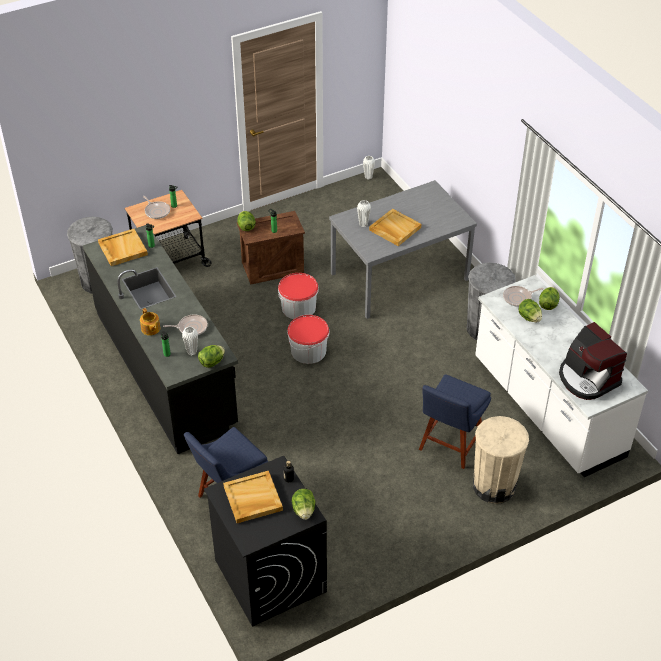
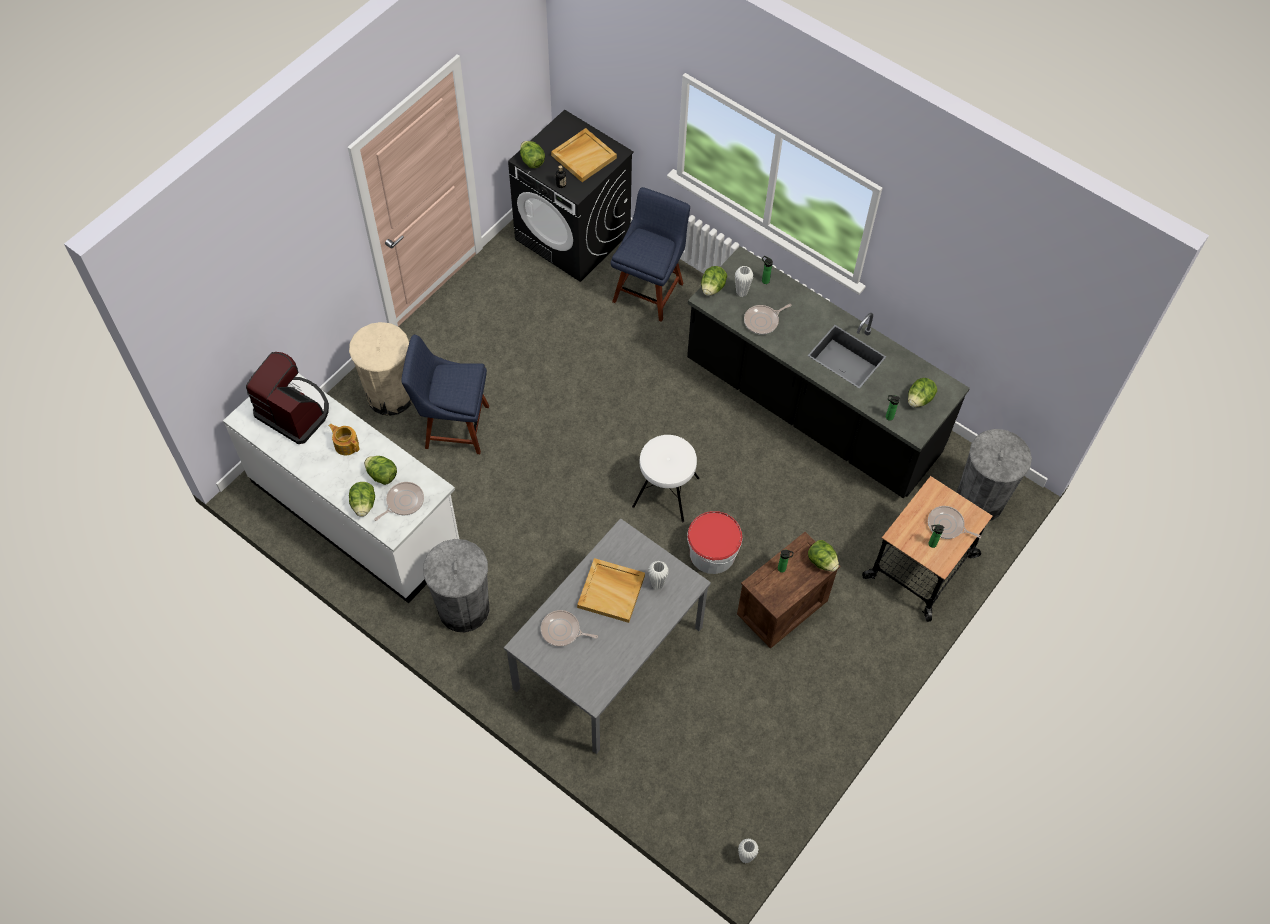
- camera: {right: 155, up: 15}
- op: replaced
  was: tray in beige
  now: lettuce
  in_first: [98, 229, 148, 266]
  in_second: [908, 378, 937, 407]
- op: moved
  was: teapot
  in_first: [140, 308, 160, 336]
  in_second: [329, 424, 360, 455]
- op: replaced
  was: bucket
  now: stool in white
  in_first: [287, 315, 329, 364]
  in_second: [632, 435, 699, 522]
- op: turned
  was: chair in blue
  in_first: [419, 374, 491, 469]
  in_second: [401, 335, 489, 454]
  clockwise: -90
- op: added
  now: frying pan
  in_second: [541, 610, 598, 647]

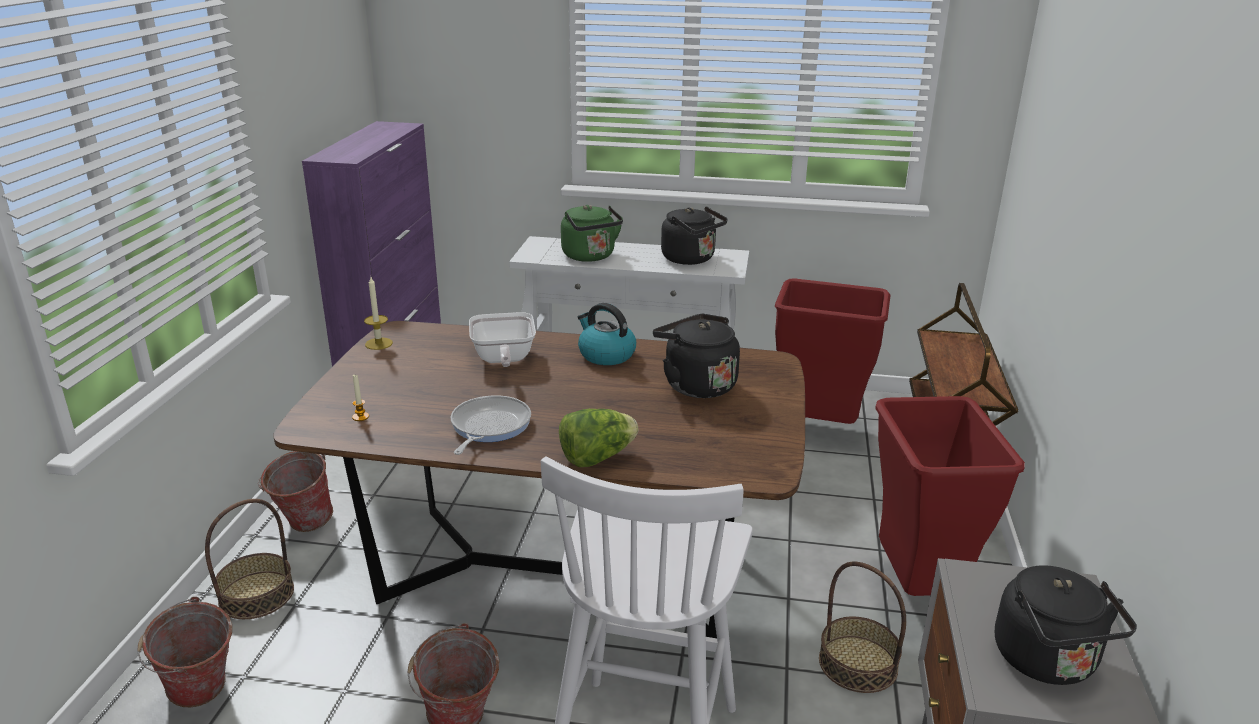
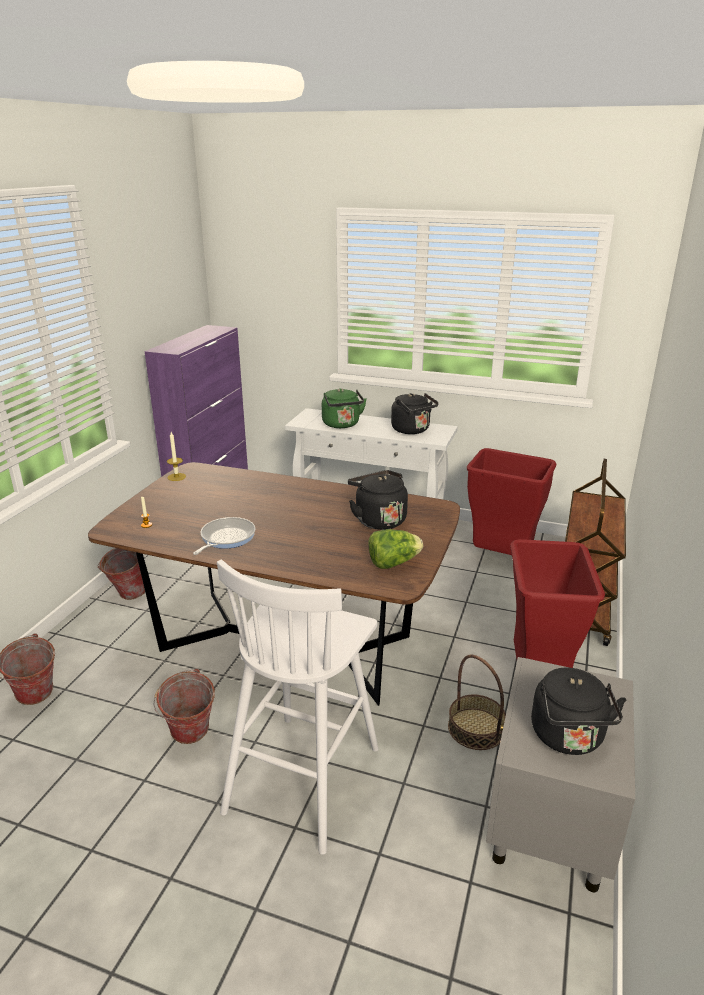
- camera: {right: 10, up: 0}
- op: removed
  was: kettle
  in_first: [578, 303, 636, 365]
- op: removed
  was: frying pan
  in_first: [469, 312, 536, 367]
- op: moved
  was: lettuce
  in_first: [559, 409, 638, 467]
  in_second: [368, 529, 423, 569]
- op: removed
  was: basket
  in_first: [205, 499, 294, 619]

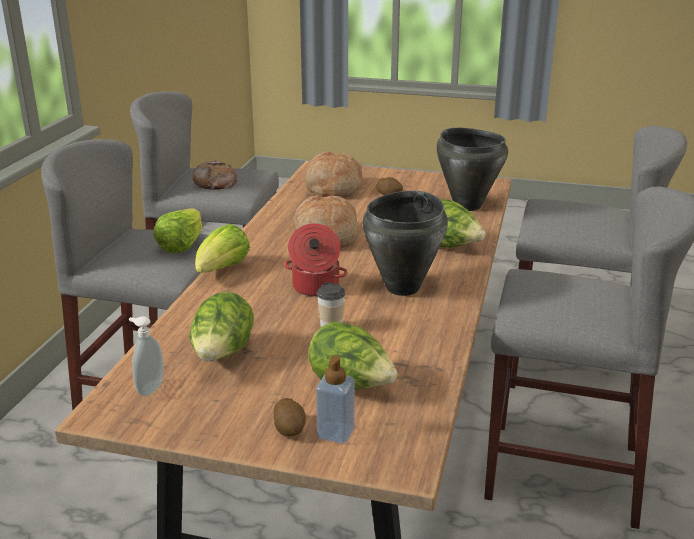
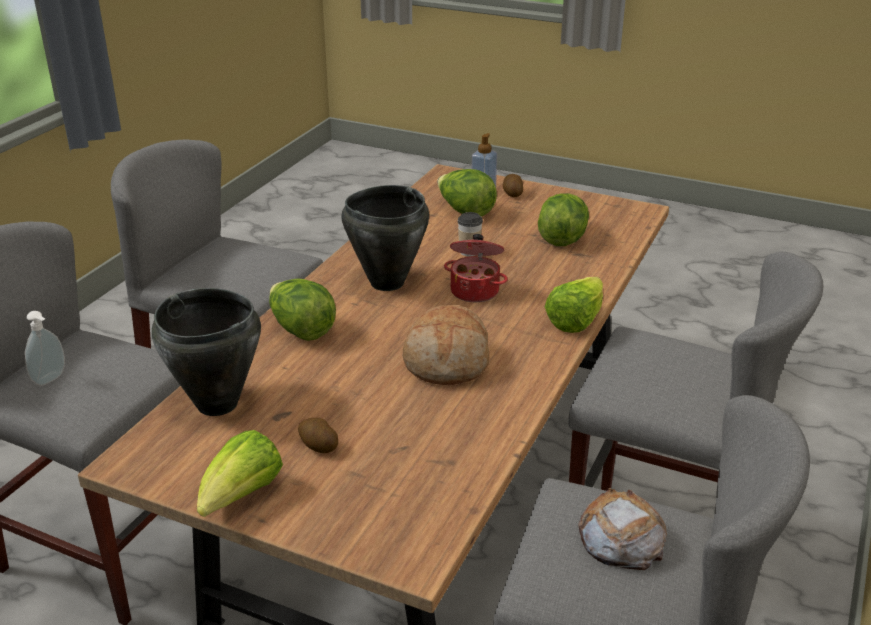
- camera: {right: -170, up: 5}
- op: removed
  was: bread
  in_first: [305, 151, 362, 198]
- op: moved
  was: lettuce
  in_first: [153, 208, 202, 254]
  in_second: [197, 430, 283, 517]
- op: moved
  was: soap dispenser
  in_first: [129, 316, 164, 396]
  in_second: [25, 311, 65, 386]

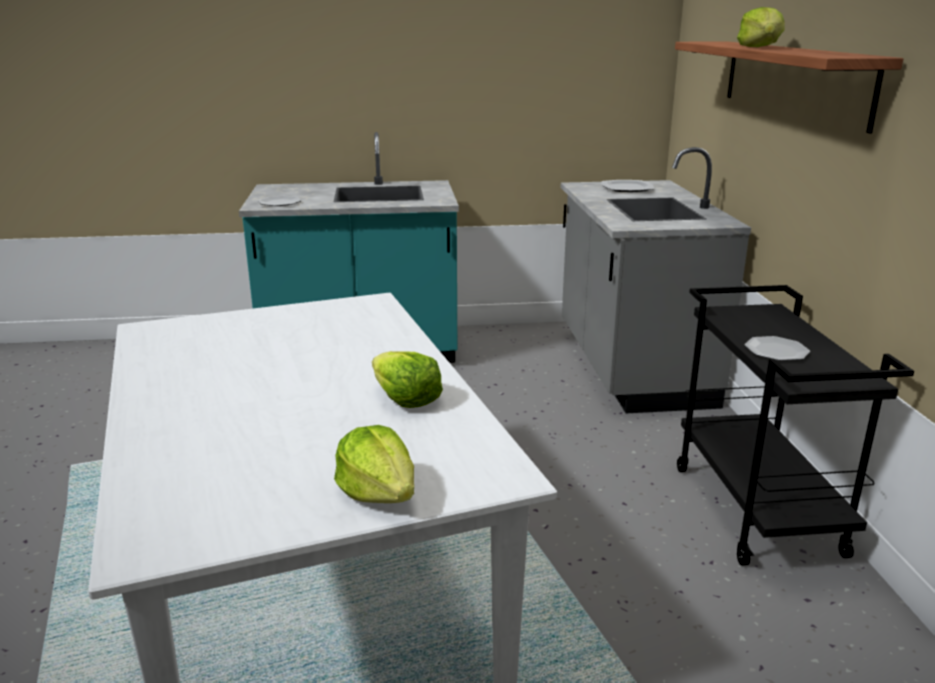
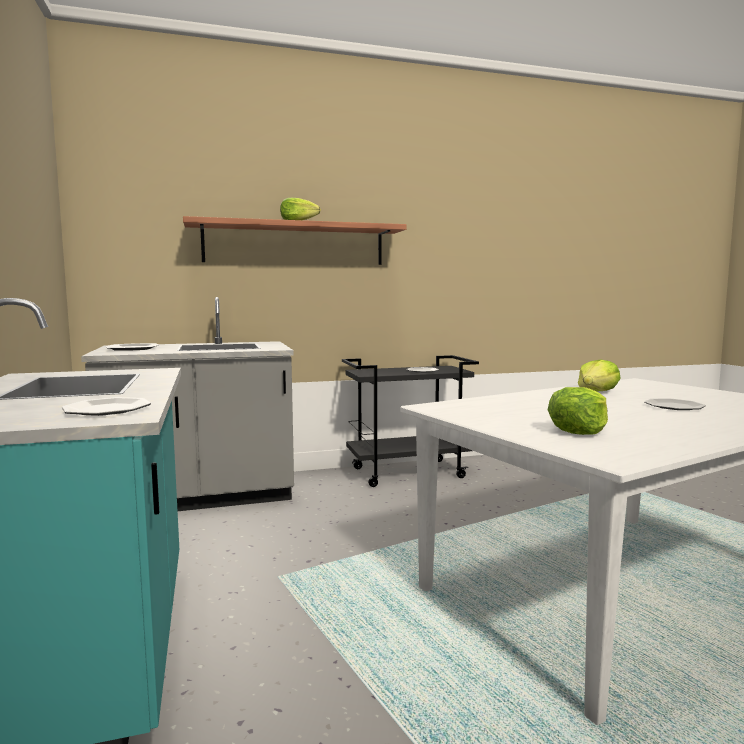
- camera: {right: -100, up: -15}
- op: moved
  was: lettuce
  in_first: [334, 425, 414, 503]
  in_second: [548, 387, 608, 435]
- op: added
  now: plate
  in_second: [644, 399, 706, 410]

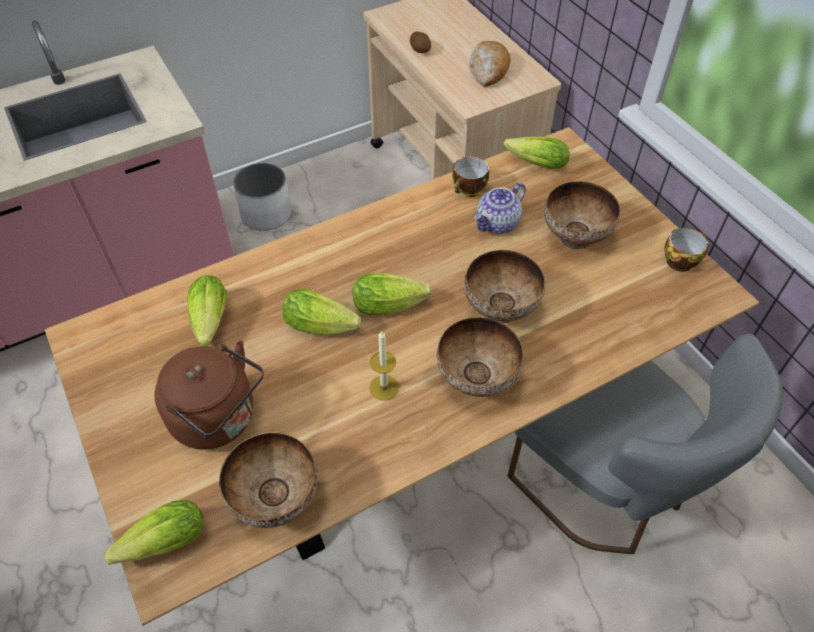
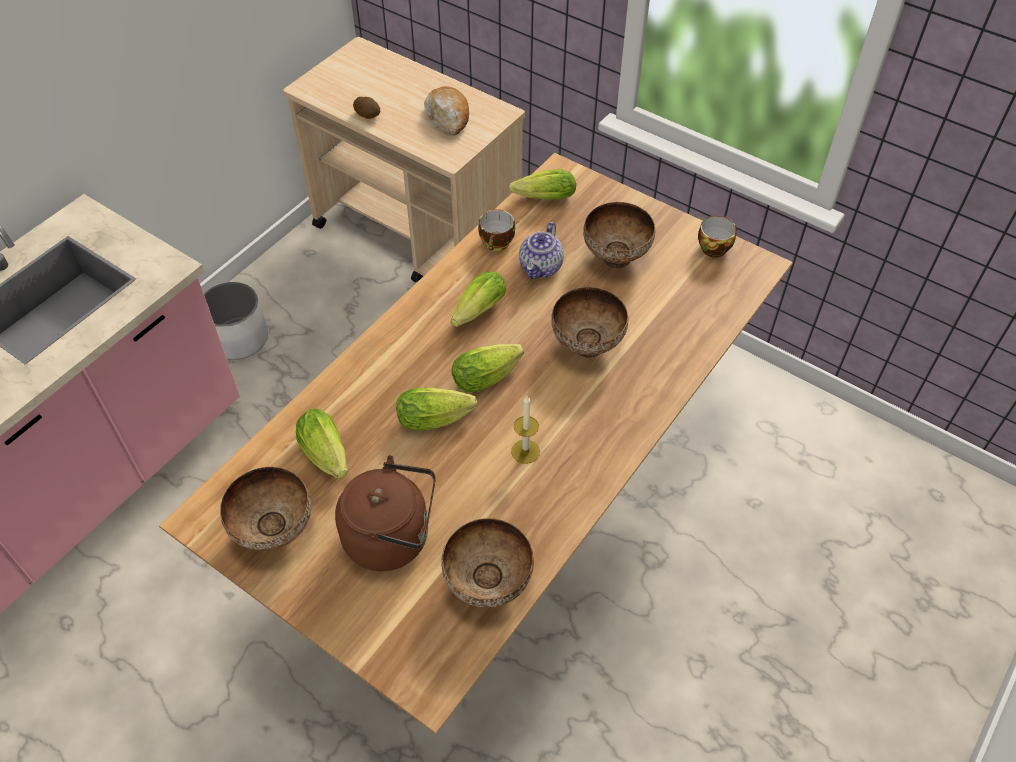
- camera: {right: -25, up: 0}
- op: moved
  was: bowl
  in_first: [436, 317, 524, 397]
  in_second: [220, 467, 311, 551]
- op: removed
  was: chair in grey
  in_first: [507, 334, 783, 554]
- op: moved
  was: lettuce
  in_first: [104, 500, 204, 565]
  in_second: [451, 271, 506, 327]

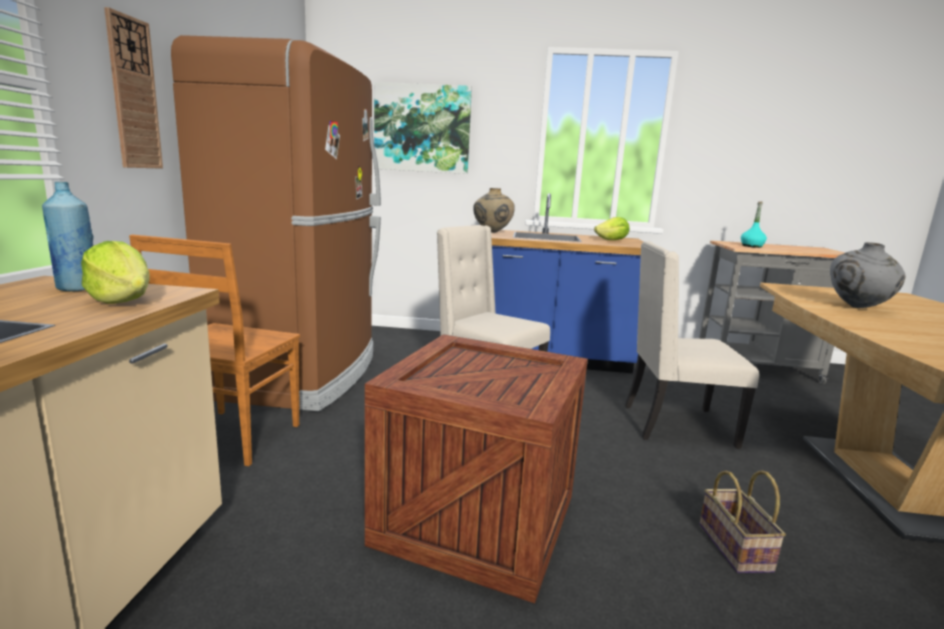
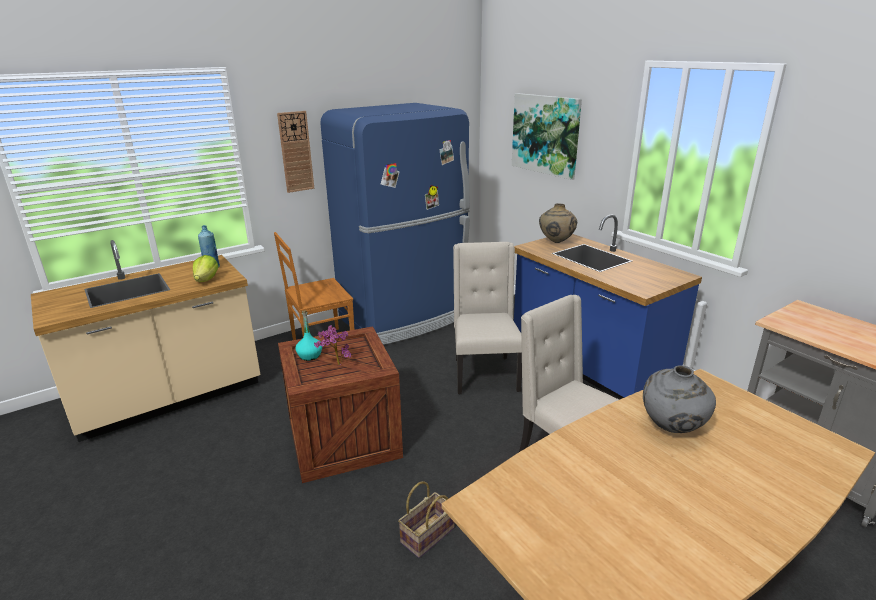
- camera: {right: 50, up: 10}
- op: recoloured
  was: fridge in brown
  now: fridge in blue
  in_first: [171, 35, 381, 411]
  in_second: [320, 103, 470, 345]
- op: moved
  was: bottle in turquoise
  in_first: [741, 201, 767, 248]
  in_second: [295, 310, 322, 361]
- op: removed
  was: lettuce
  in_first: [594, 217, 629, 240]
- op: added
  now: potted plant
  in_second: [314, 325, 351, 365]

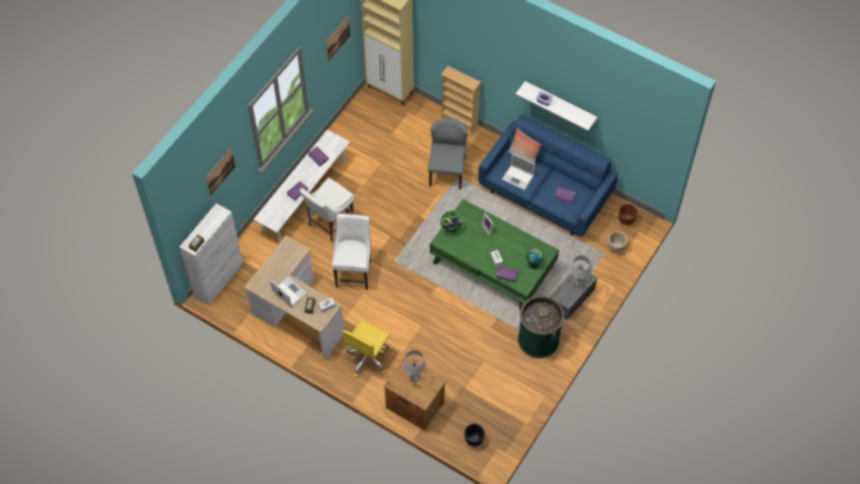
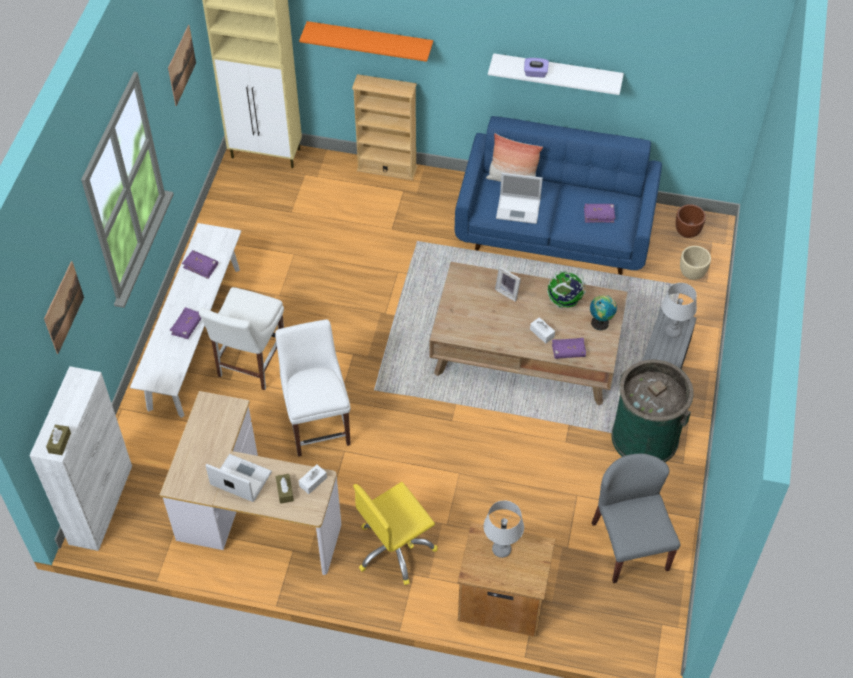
- camera: {right: -20, up: -5}
- op: moved
  was: chair in grey
  in_first: [428, 118, 468, 189]
  in_second: [592, 454, 680, 583]
- op: recoloured
  was: coffee table in green
  now: coffee table in brown
  in_first: [430, 199, 559, 310]
  in_second: [429, 262, 628, 405]
- op: moved
  was: globe
  in_first: [440, 210, 464, 233]
  in_second: [547, 271, 586, 308]
- op: turned
  was: office chair in yellow
  in_first: [342, 319, 391, 377]
  in_second: [353, 482, 438, 585]
  clockwise: 45
- op: removed
  was: planter in black
  in_first: [464, 423, 485, 447]
- op: added
  now: shelf in orange
  in_second: [299, 21, 433, 62]

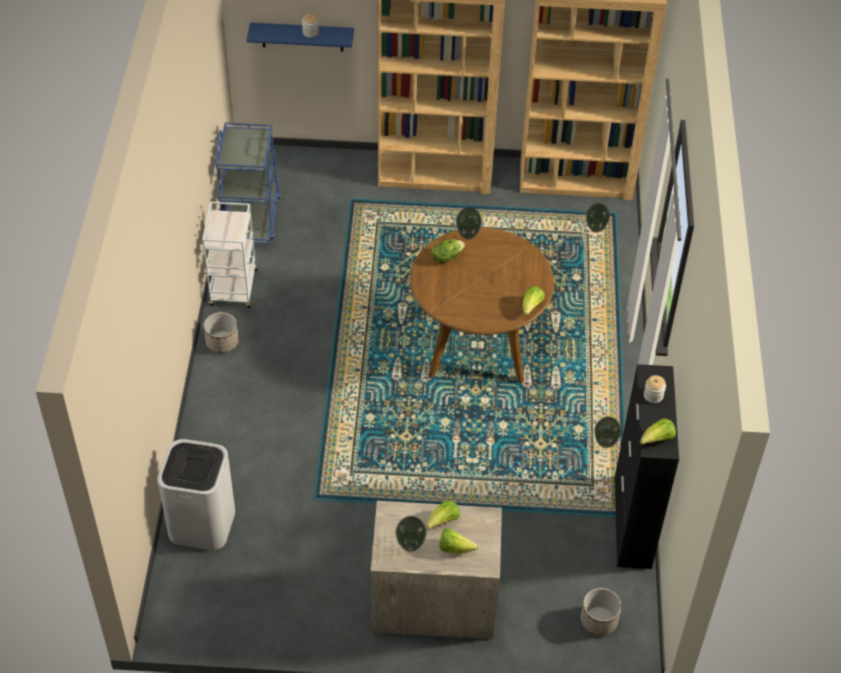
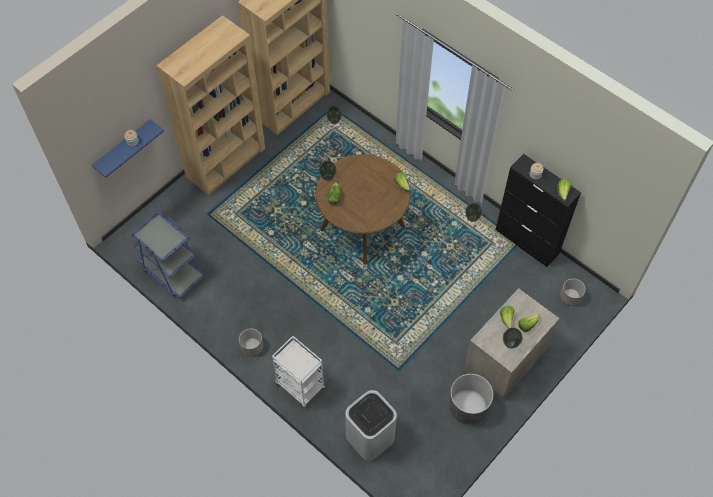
- camera: {right: -50, up: 10}
- op: moved
  was: cart in white
  in_first: [202, 202, 258, 308]
  in_second: [272, 336, 325, 408]
- op: added
  now: planter in grey
  in_second: [449, 374, 493, 424]

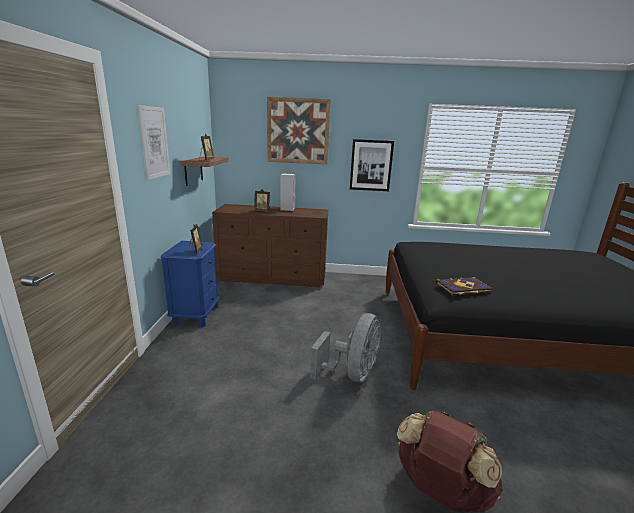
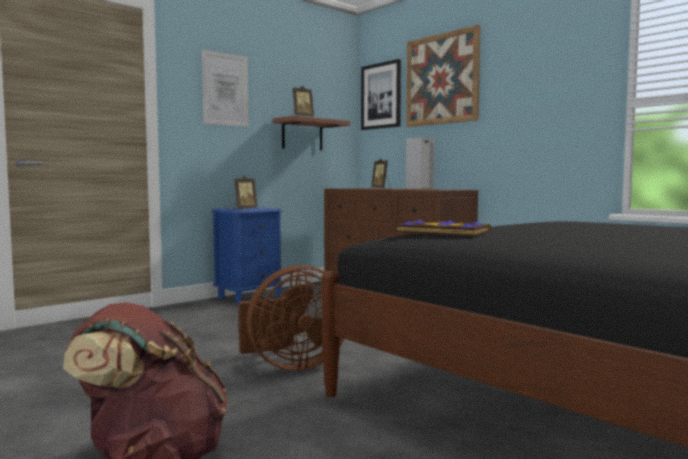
- camera: {right: 45, up: -15}
- op: moved
  was: picture
  in_first: [350, 139, 394, 191]
  in_second: [361, 59, 401, 130]
- op: recoloured
  was: fan in grey
  now: fan in brown
  in_first: [310, 313, 380, 382]
  in_second: [238, 265, 344, 371]

